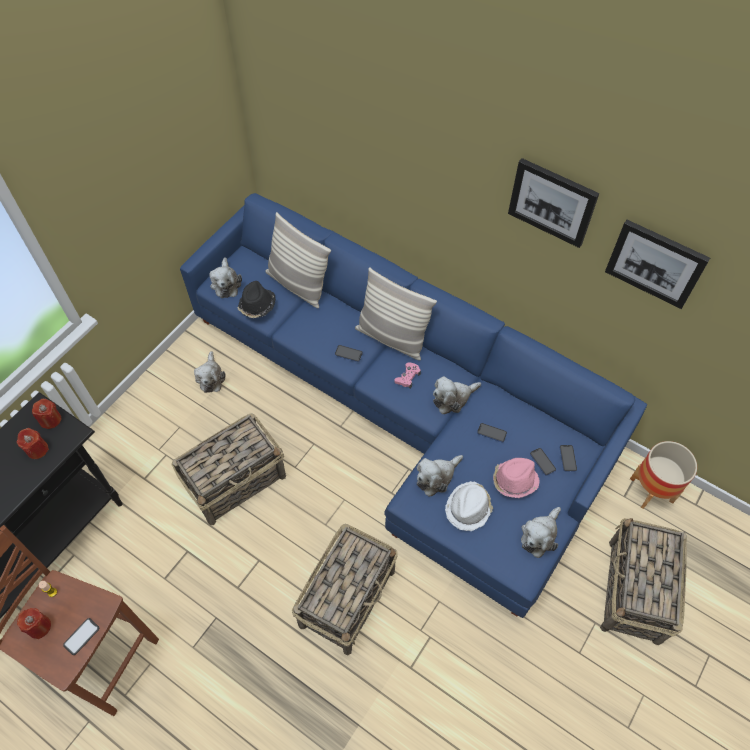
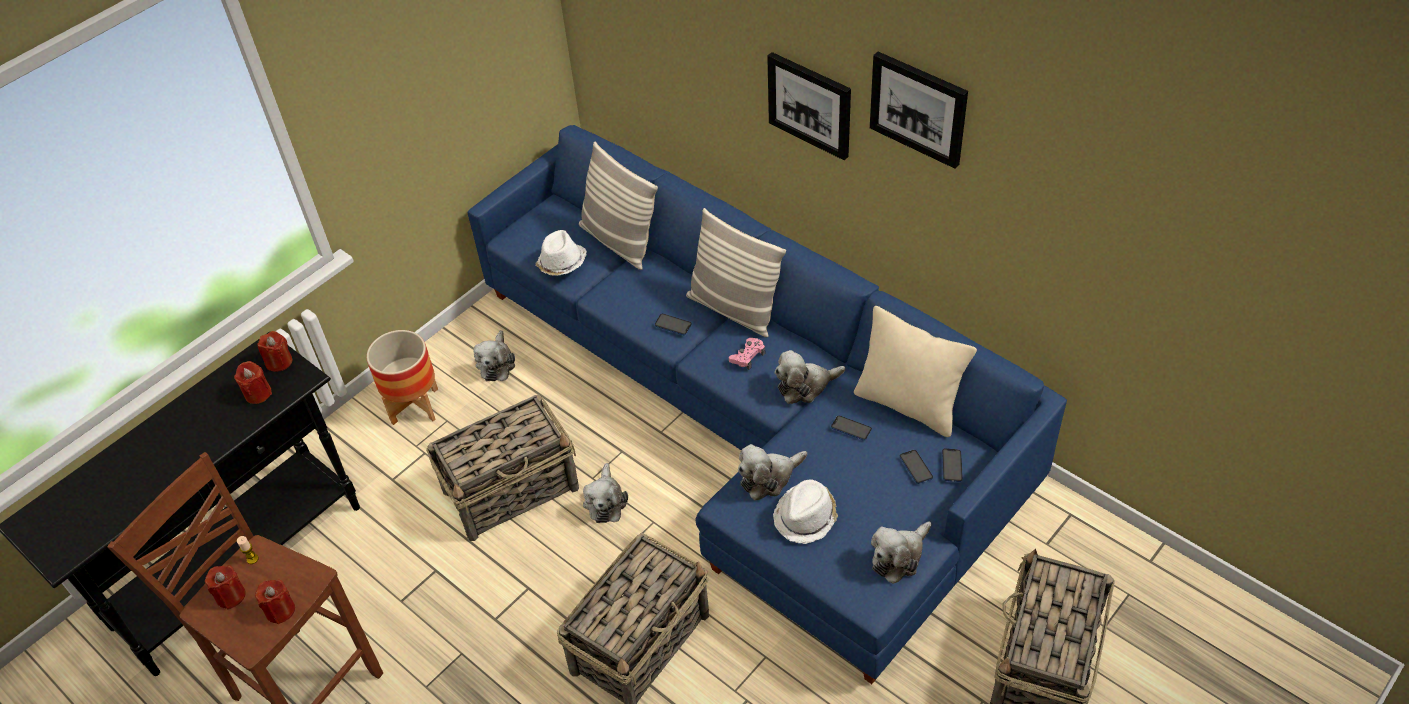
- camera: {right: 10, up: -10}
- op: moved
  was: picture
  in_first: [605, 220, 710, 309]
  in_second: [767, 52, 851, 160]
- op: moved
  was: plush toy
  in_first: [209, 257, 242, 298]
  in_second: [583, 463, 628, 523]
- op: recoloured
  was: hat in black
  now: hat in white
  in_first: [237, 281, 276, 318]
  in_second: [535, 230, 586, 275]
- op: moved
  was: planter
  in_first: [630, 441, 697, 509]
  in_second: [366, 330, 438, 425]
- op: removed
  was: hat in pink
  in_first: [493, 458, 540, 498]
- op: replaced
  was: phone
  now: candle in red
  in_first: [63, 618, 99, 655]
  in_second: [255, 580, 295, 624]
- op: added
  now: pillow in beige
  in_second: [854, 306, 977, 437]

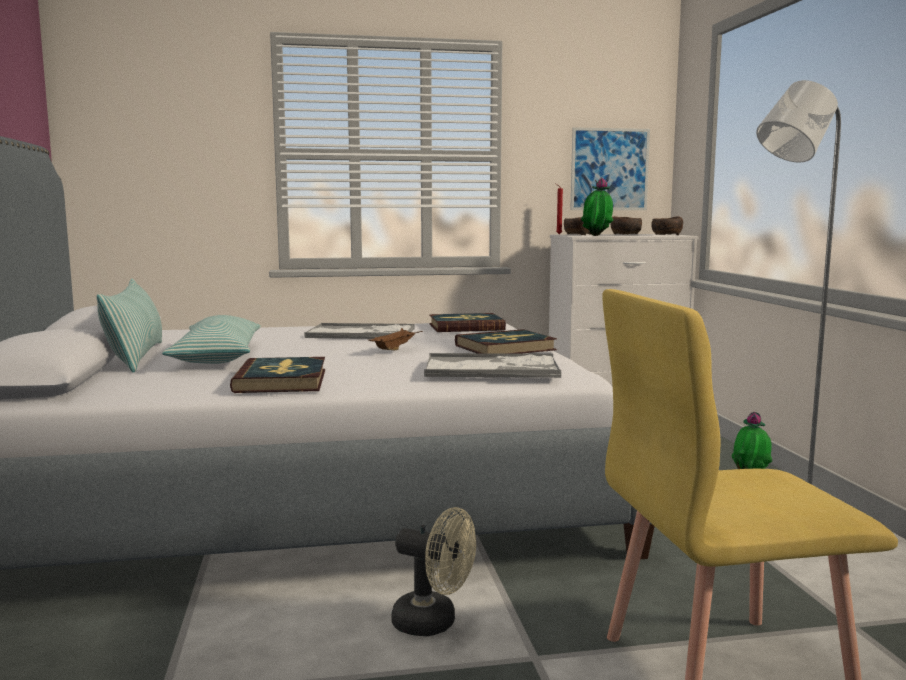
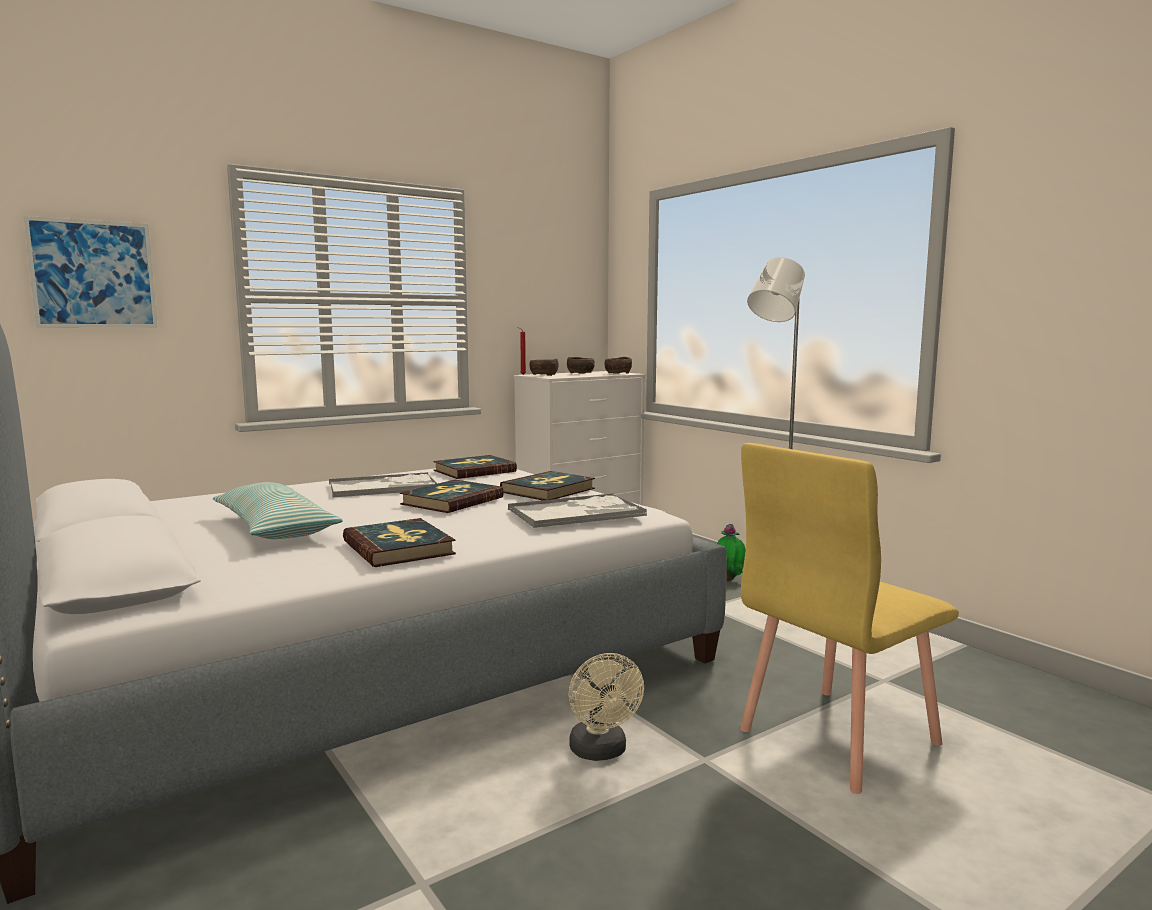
- camera: {right: -25, up: 0}
- op: moved
  was: picture
  in_first: [570, 127, 650, 210]
  in_second: [24, 216, 158, 328]
- op: removed
  was: potted plant
  in_first: [581, 178, 613, 236]
- op: removed
  was: pillow
  in_first: [96, 279, 162, 373]
- op: replaced
  was: tray in brown
  now: book
  in_first: [368, 328, 422, 350]
  in_second: [400, 480, 504, 513]
- op: turned
  was: fan in beige
  in_first: [391, 507, 476, 636]
  in_second: [569, 653, 644, 761]
  clockwise: 75

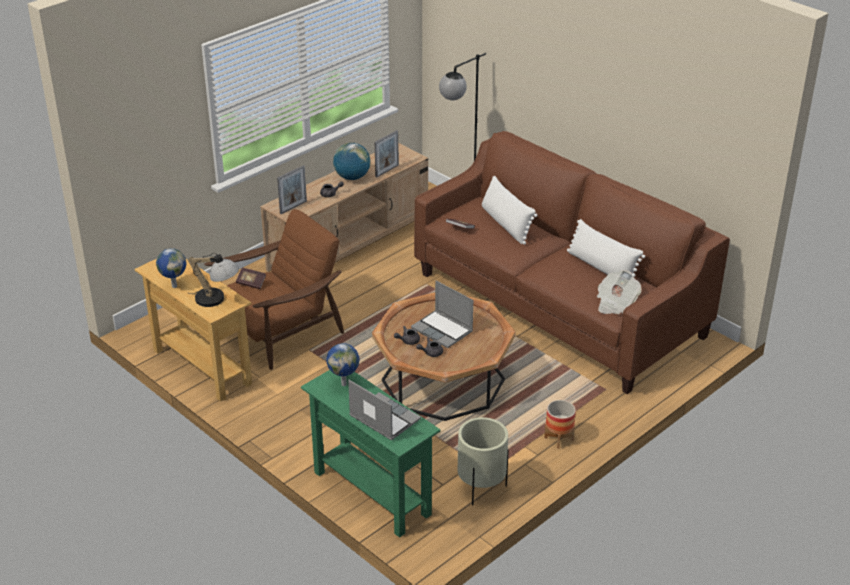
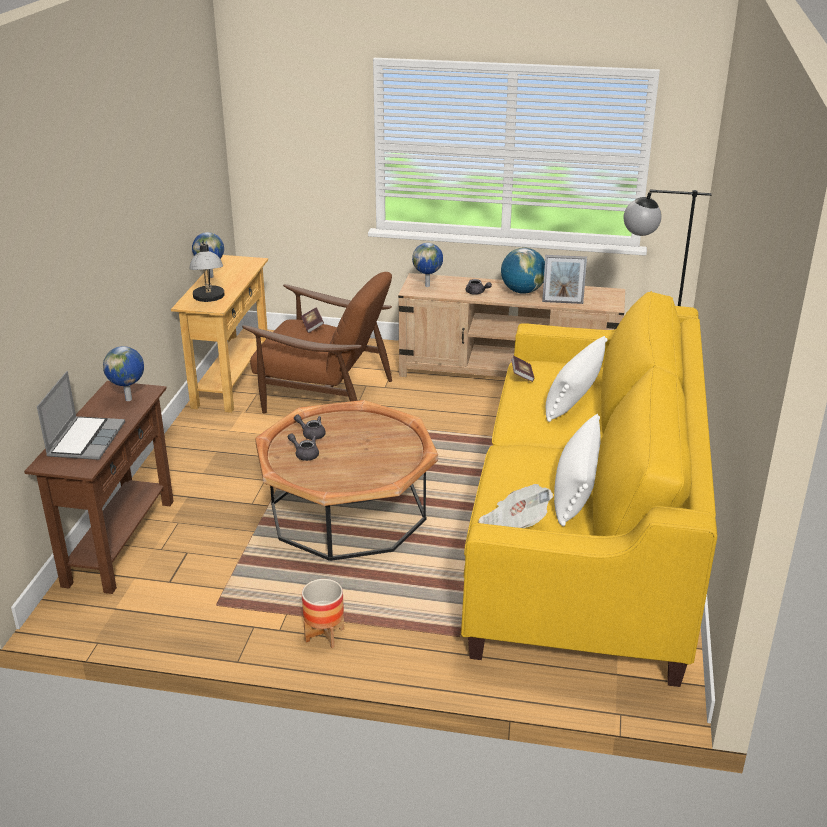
- camera: {right: 55, up: -5}
- op: recoloured
  was: sofa in brown
  now: sofa in yellow
  in_first: [414, 131, 730, 394]
  in_second: [461, 291, 717, 687]
- op: replaced
  was: picture frame
  now: globe
  in_first: [277, 165, 307, 214]
  in_second: [412, 243, 443, 287]
- op: removed
  was: laptop
  in_first: [411, 281, 473, 348]
- op: recoloured
  was: console table in green
  now: console table in brown
  in_first: [301, 370, 441, 538]
  in_second: [24, 381, 174, 594]
- op: removed
  was: planter in beige
  in_first: [458, 417, 509, 505]

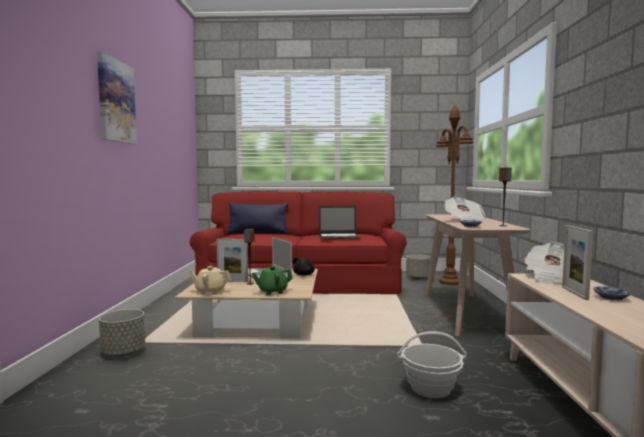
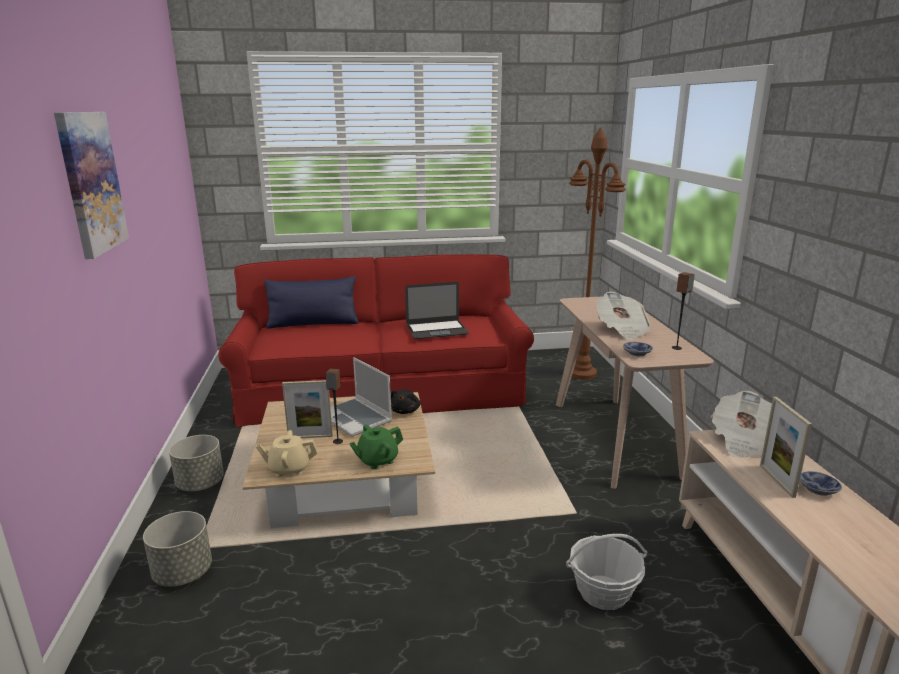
- camera: {right: -10, up: 15}
- op: moved
  was: planter in grey
  in_first: [406, 254, 430, 279]
  in_second: [169, 435, 224, 491]

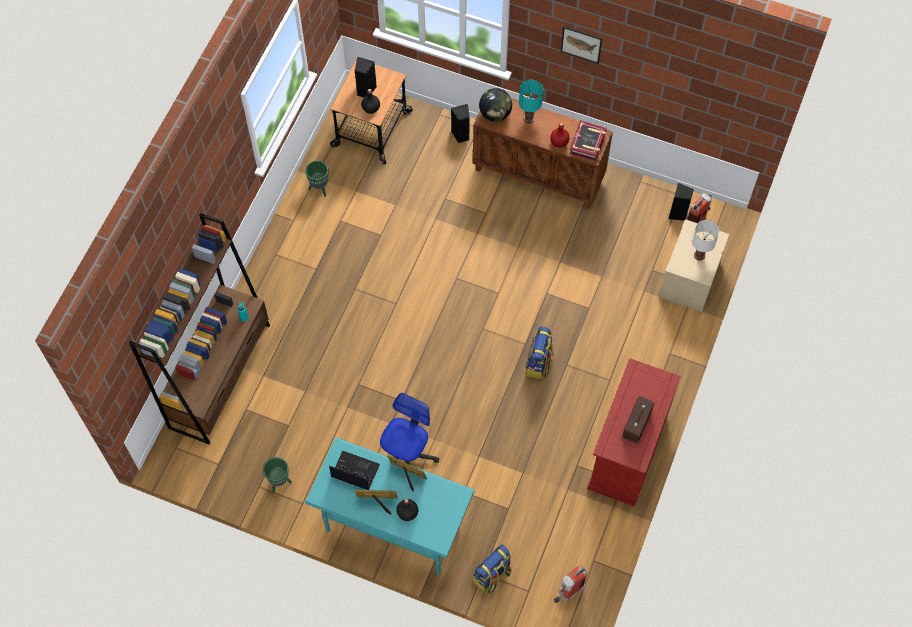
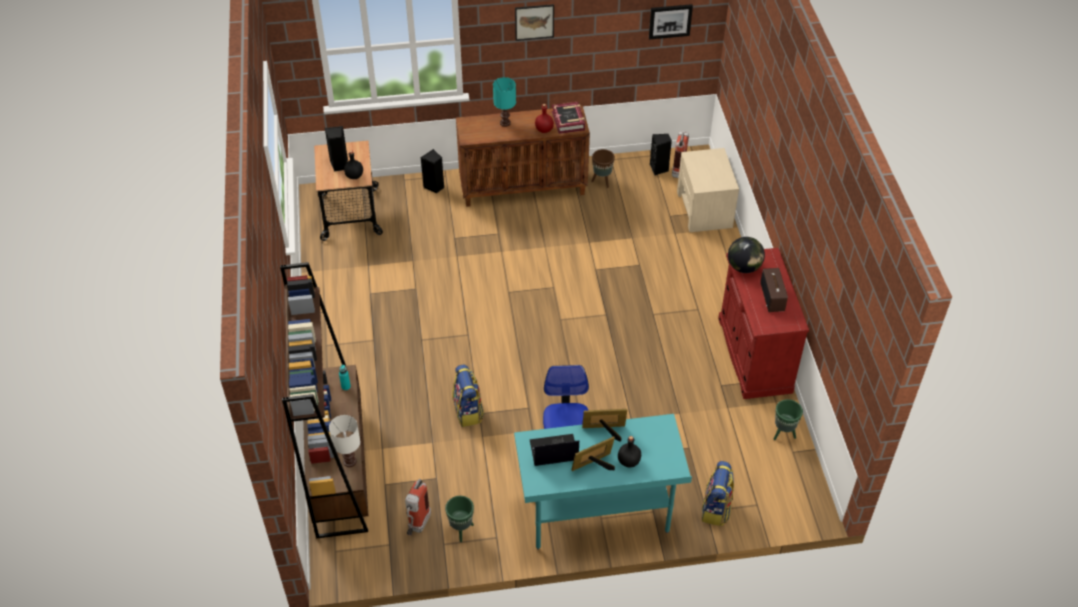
- camera: {right: -30, up: -15}
- op: moved
  was: globe
  in_first: [479, 88, 512, 122]
  in_second: [728, 237, 765, 273]
- op: moved
  was: planter in green
  in_first: [305, 161, 328, 197]
  in_second: [774, 399, 803, 440]
- op: moved
  was: table lamp in white
  in_first: [692, 220, 719, 261]
  in_second: [329, 415, 360, 467]
- op: moved
  was: backpack
  in_first: [525, 326, 554, 380]
  in_second: [452, 365, 484, 427]
- op: moved
  was: fire extinguisher
  in_first: [554, 566, 587, 603]
  in_second: [405, 479, 431, 535]
- op: added
  now: picture
  in_second: [649, 4, 693, 40]
- op: added
  now: planter in brown
  in_second: [591, 149, 615, 188]

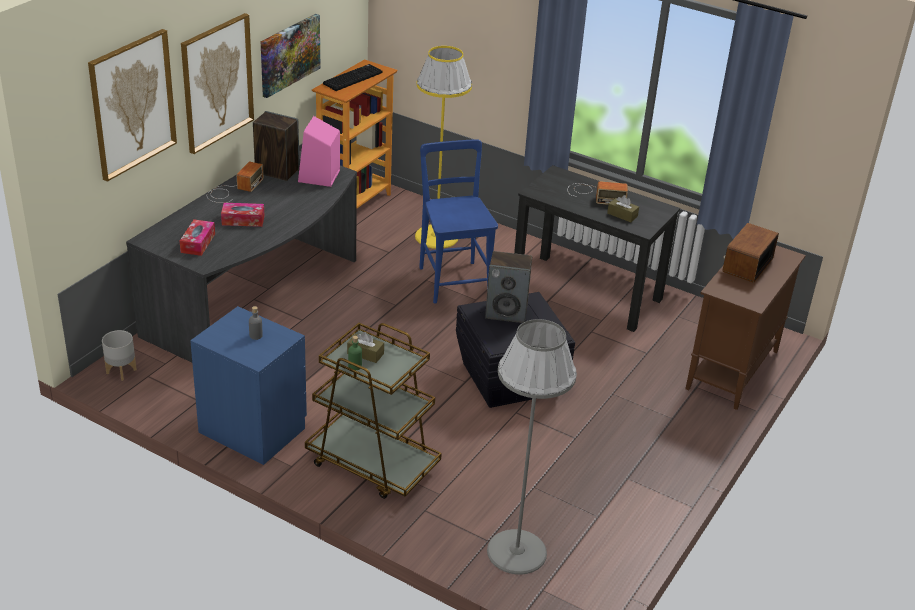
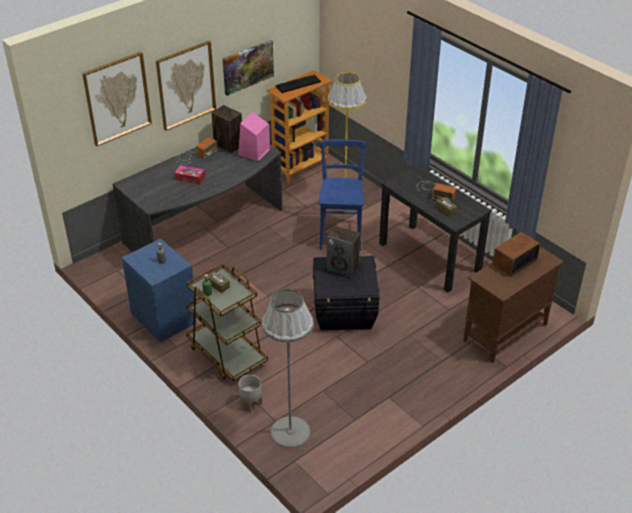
- camera: {right: 20, up: 5}
- op: removed
  was: tissue box
  in_first: [180, 219, 215, 256]
- op: moved
  was: planter in grey
  in_first: [102, 330, 137, 381]
  in_second: [239, 375, 262, 412]

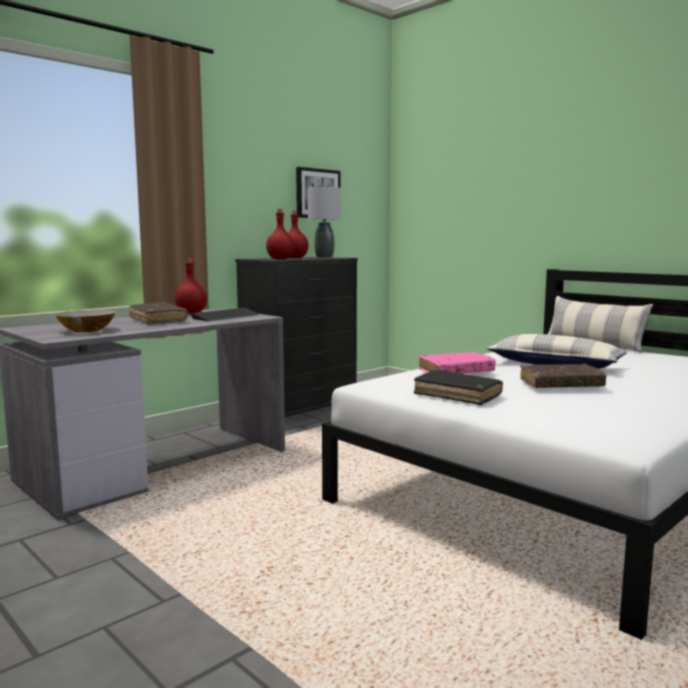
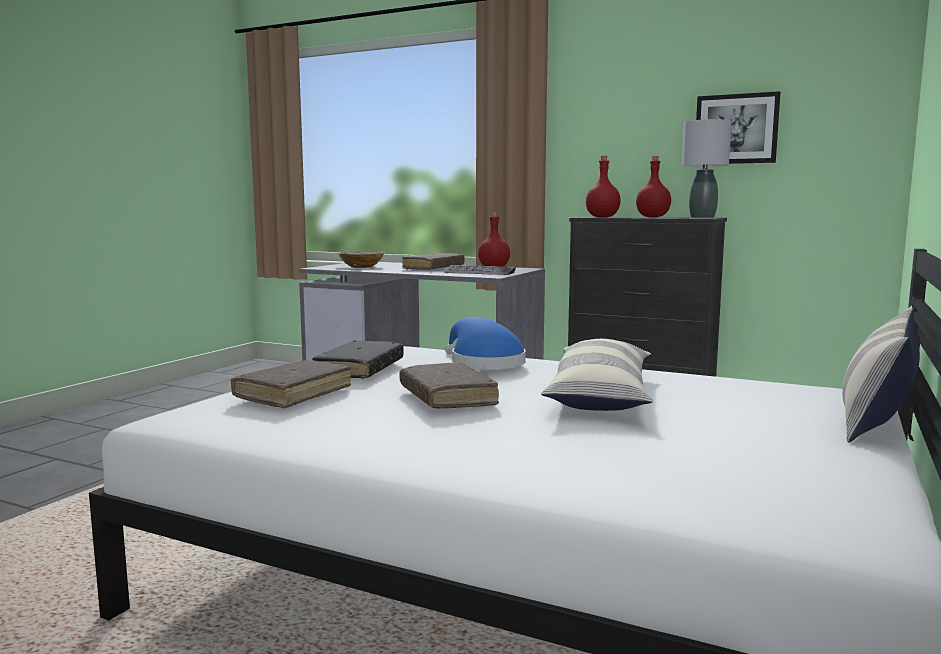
- camera: {right: 70, up: 0}
- op: replaced
  was: book in pink
  now: hat in blue
  in_first: [419, 352, 496, 374]
  in_second: [445, 317, 526, 369]
- op: added
  now: book in brown
  in_second: [231, 360, 351, 408]

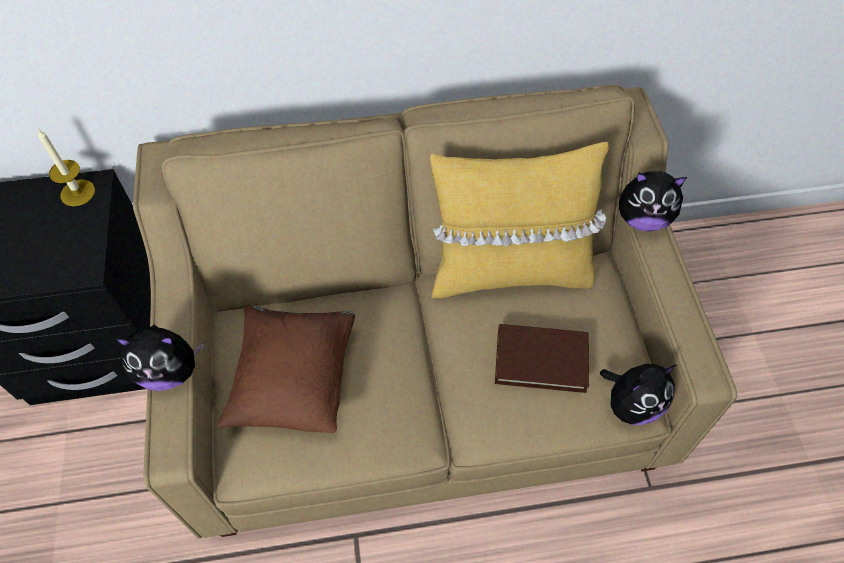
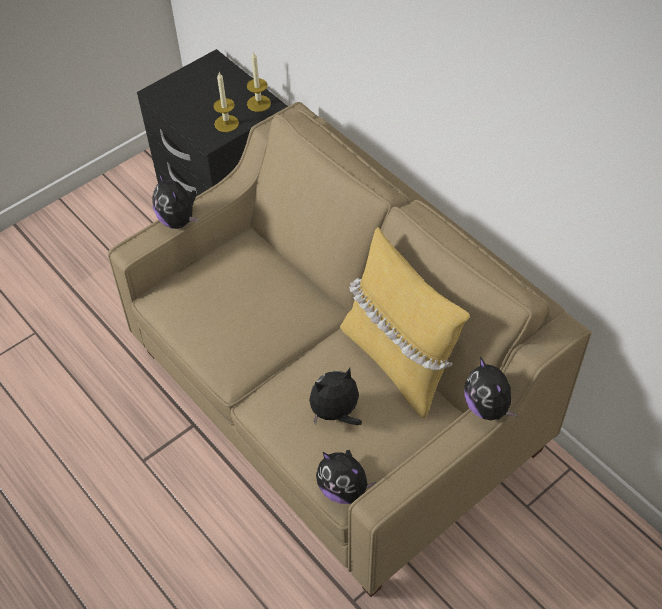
- camera: {right: 60, up: -5}
- op: removed
  was: pillow in brown
  in_first: [217, 304, 355, 433]
- op: replaced
  was: book in brown
  now: plush toy
  in_first: [495, 324, 589, 393]
  in_second: [309, 368, 362, 426]
- op: added
  now: candle
  in_second: [213, 72, 239, 132]

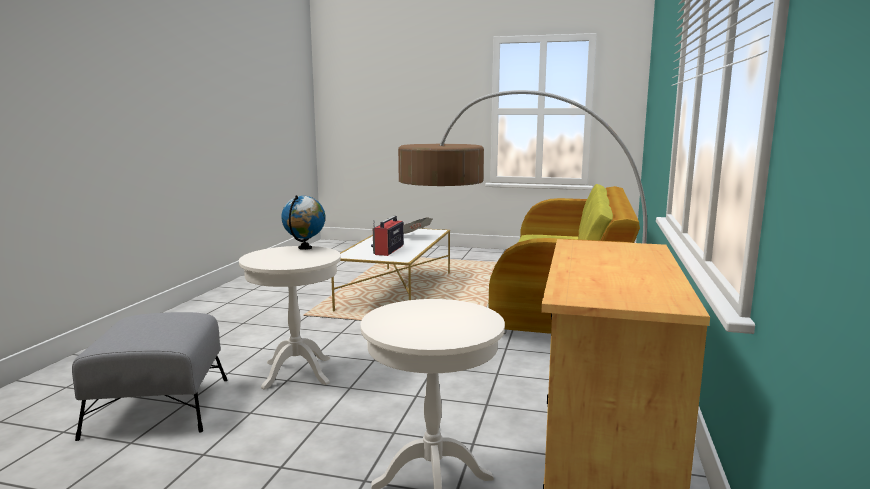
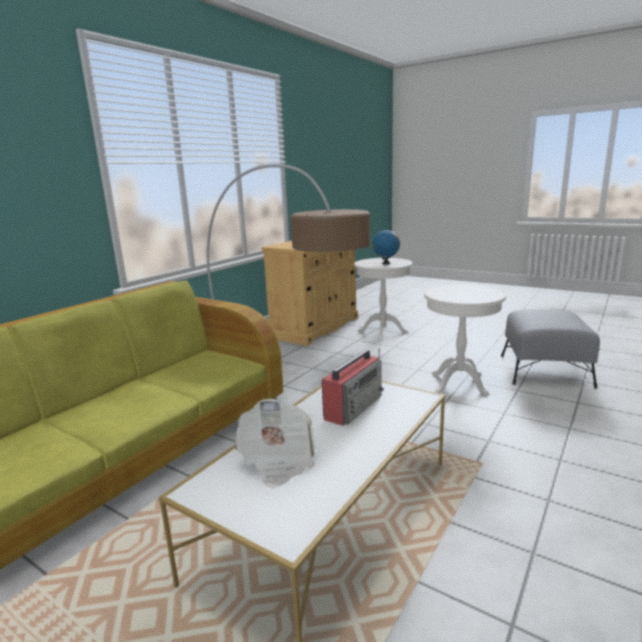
- camera: {right: -160, up: 5}
- op: moved
  was: globe
  in_first: [282, 195, 325, 250]
  in_second: [373, 228, 400, 265]

